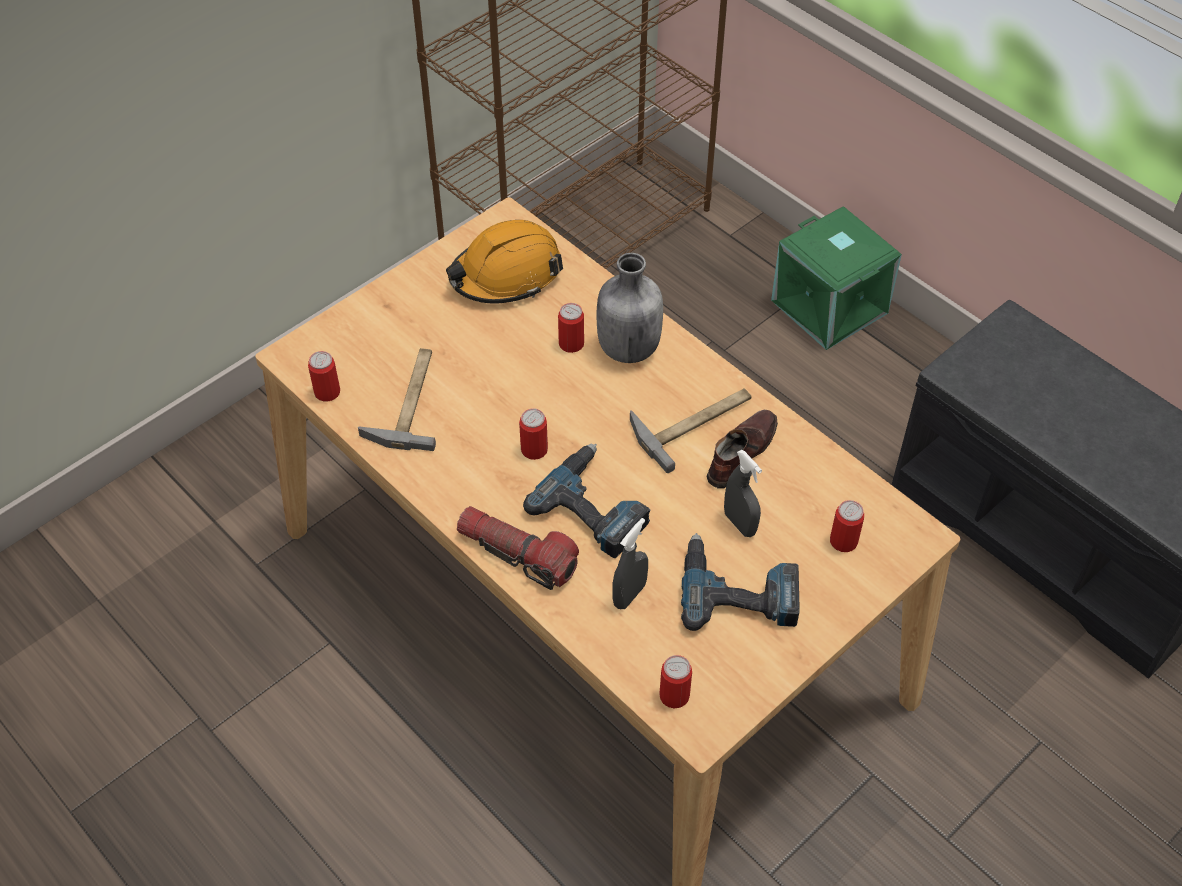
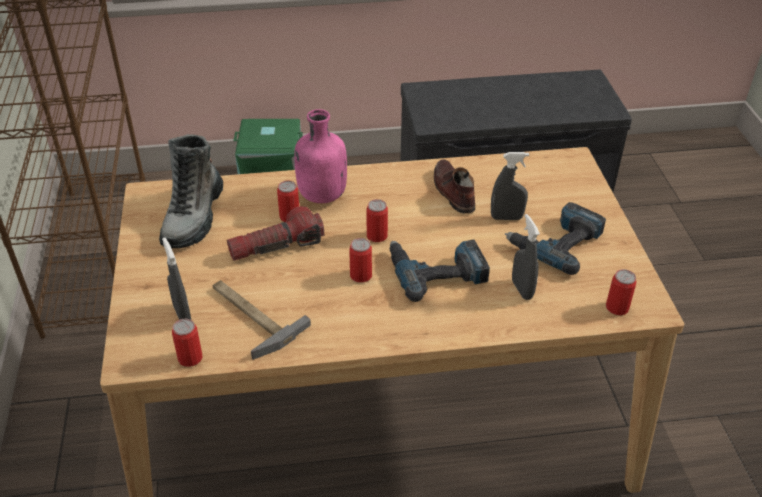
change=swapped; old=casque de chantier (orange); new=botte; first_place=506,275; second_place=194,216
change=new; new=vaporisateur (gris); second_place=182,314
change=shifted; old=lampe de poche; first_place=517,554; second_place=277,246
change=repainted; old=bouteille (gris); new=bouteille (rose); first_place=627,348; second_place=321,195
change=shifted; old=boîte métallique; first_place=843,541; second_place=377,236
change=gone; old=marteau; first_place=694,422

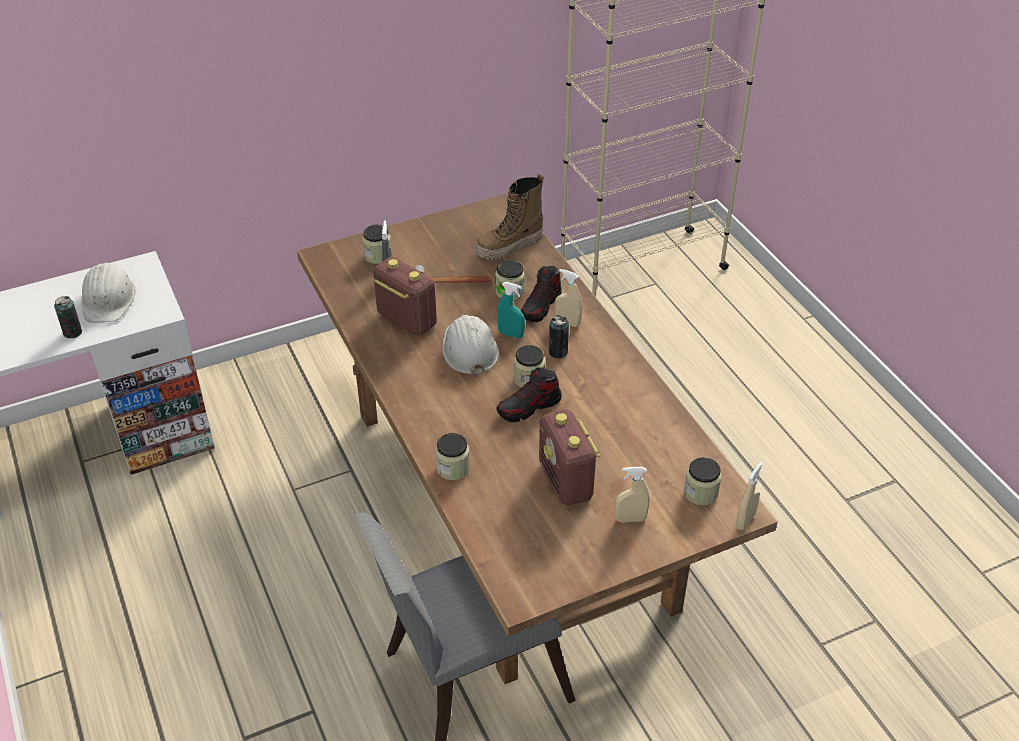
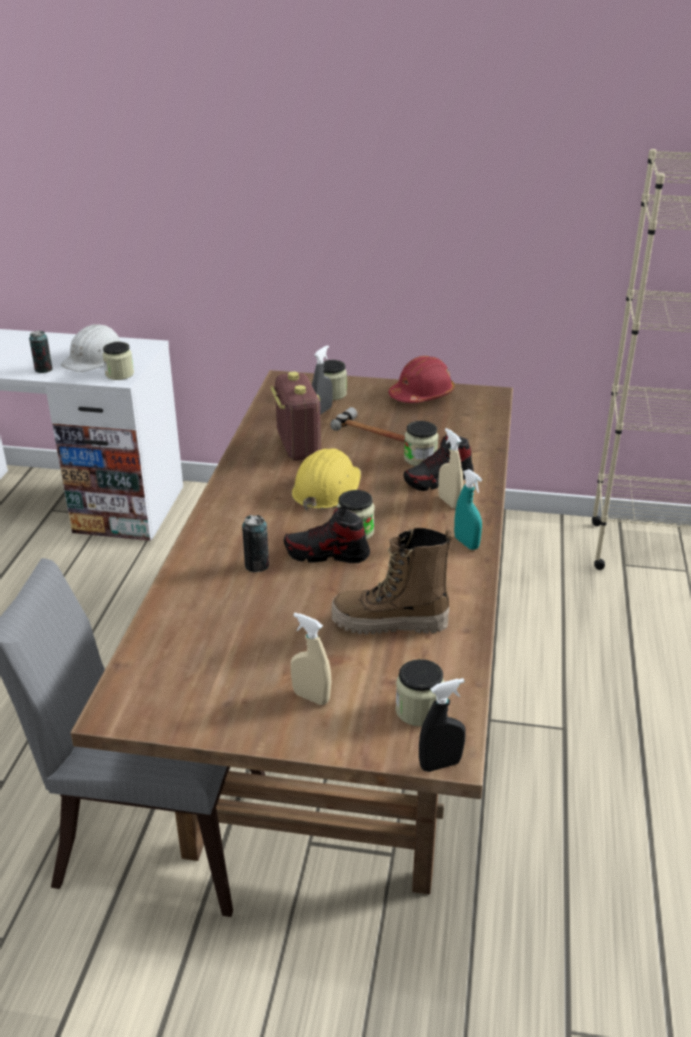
change=shifted; old=bocal; first_place=453,468; second_place=119,374
change=shifted; old=boîte métallique; first_place=558,352; second_place=257,565
change=repainted; old=casque de chantier (blanc); new=casque de chantier (jaune); first_place=469,350; second_place=326,488
change=shifted; old=botte; first_place=509,247; second_place=389,624
change=new; new=casque de chantier (rouge); second_place=422,395
change=repainted; old=vaporisateur (beige); new=vaporisateur (noir); first_place=745,521; second_place=440,764
change=shifted; old=vaporisateur (turquoise); first_place=510,334; second_place=466,543
change=gone; old=radio; first_place=566,482

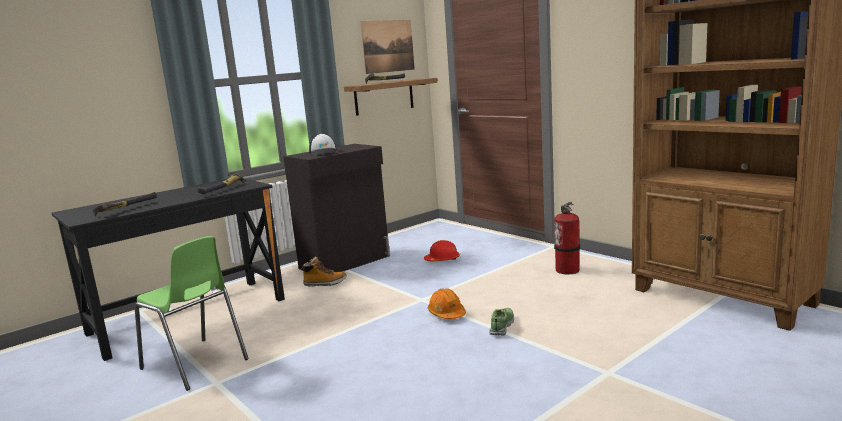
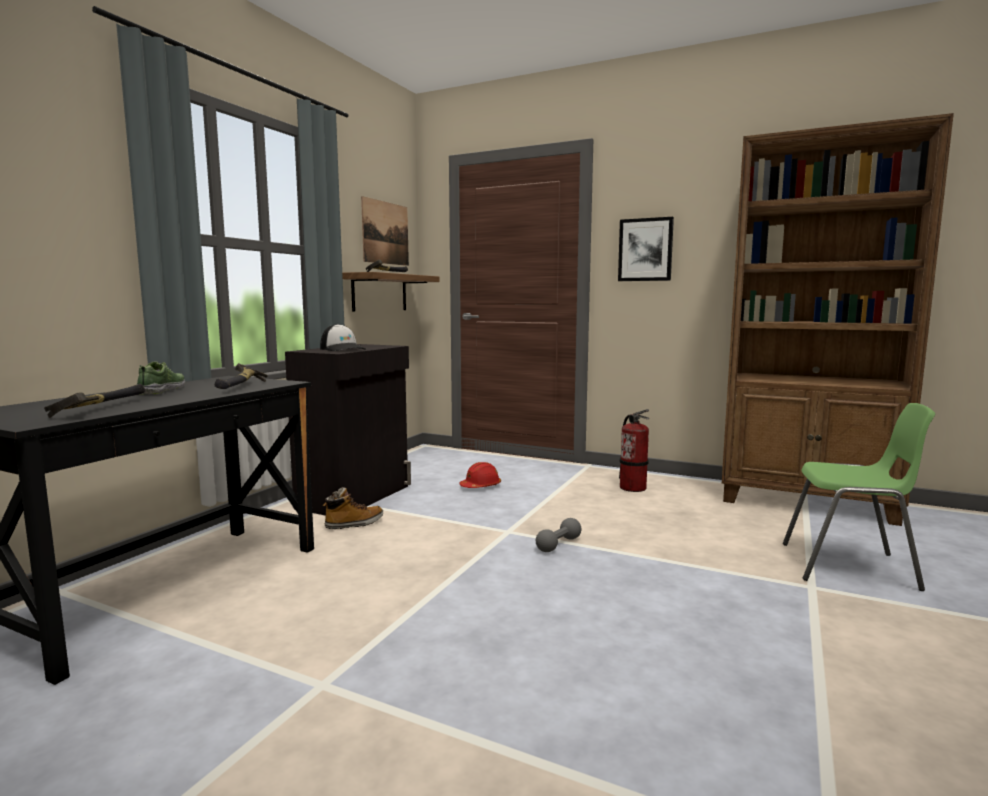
change=shifted; old=chaussure; first_place=502,326; second_place=162,390
change=swapped; old=casque de chantier (orange); new=haltère (gris); first_place=446,314; second_place=558,544
change=new; new=tableau; second_place=645,250
change=shifted; old=chaise (vert); first_place=195,364; second_place=849,567

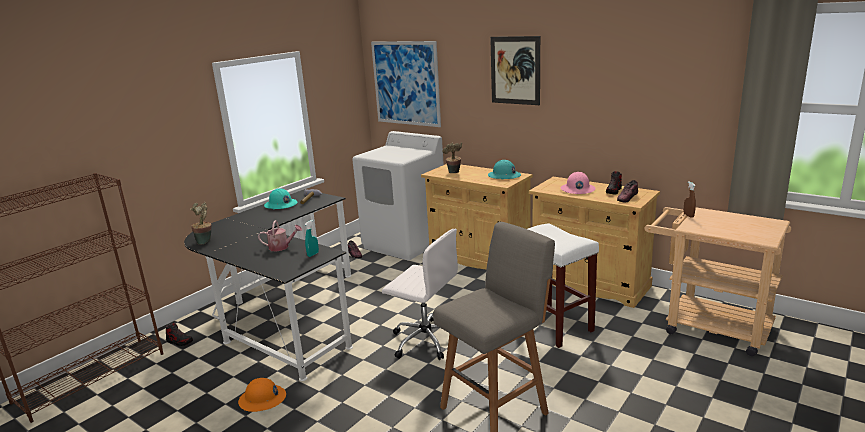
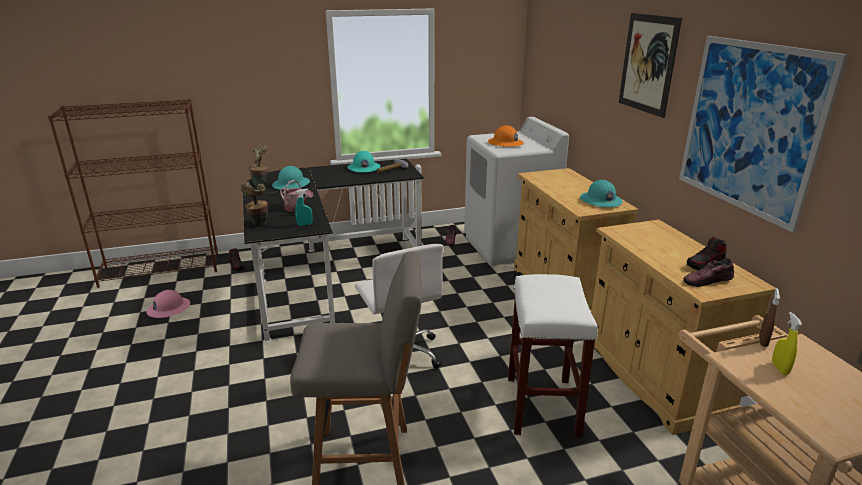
change=shifted; old=casque de chantier (rose); first_place=577,189; second_place=168,308
change=shifted; old=plante en pot; first_place=454,173; second_place=258,224
change=new; new=casque de chantier (turquoise); second_place=291,184
change=shifted; old=casque de chantier (orange); first_place=262,399; second_place=505,143
change=shifted; old=tableau; first_place=406,83; second_place=749,128
change=new; new=vaporisateur (jaune); second_place=779,368

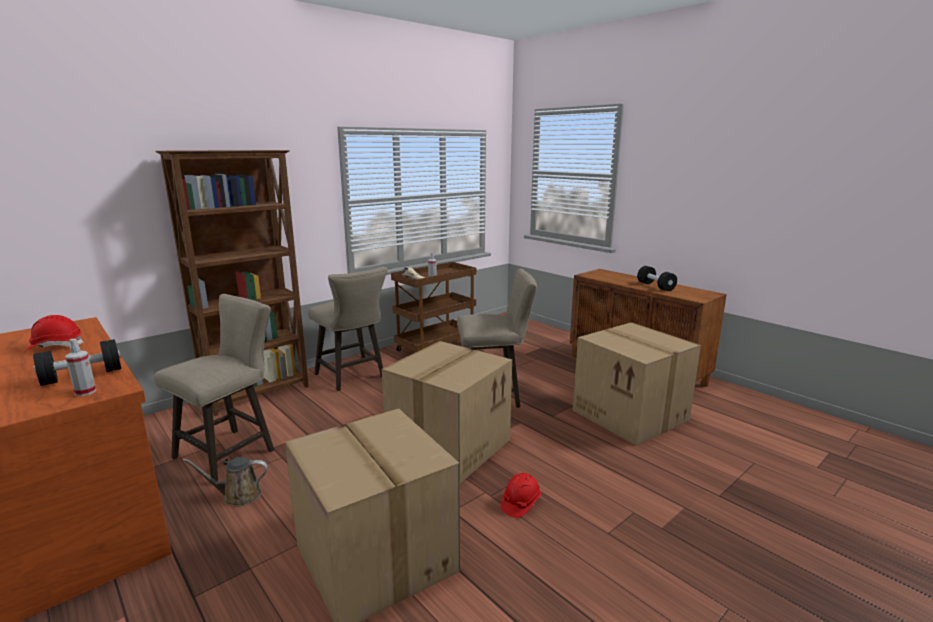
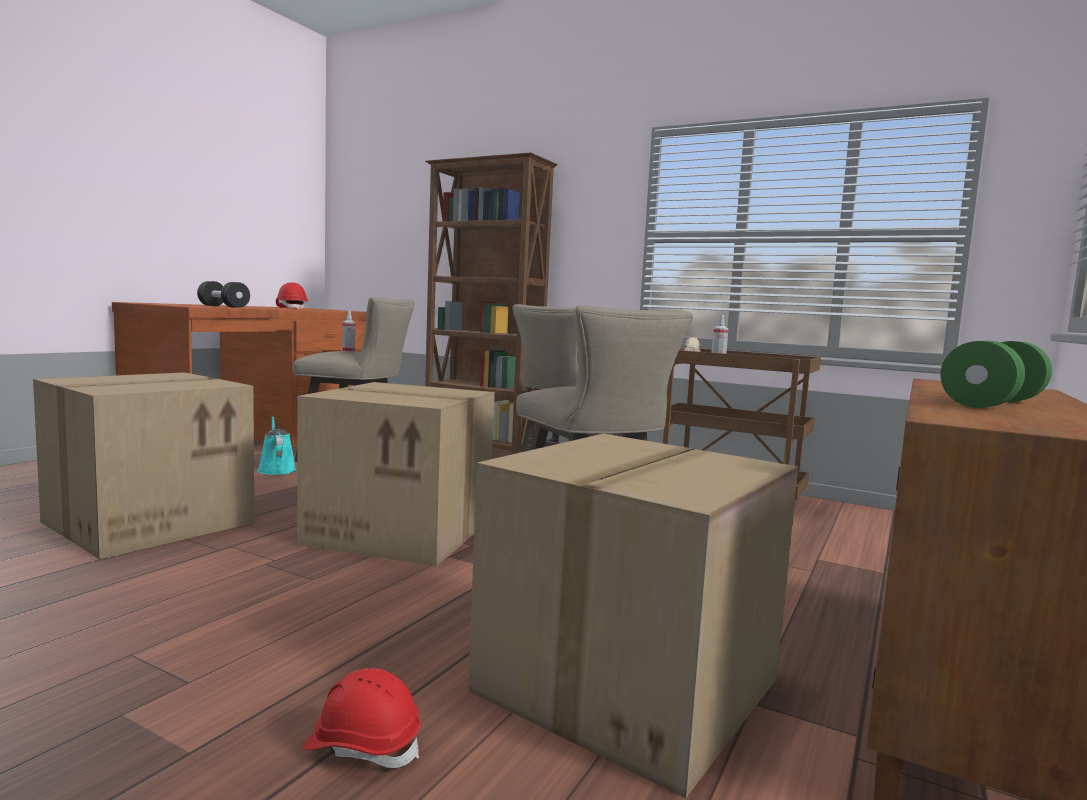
change=repainted; old=arrosoir (marron); new=arrosoir (turquoise); first_place=238,495; second_place=276,469
change=shifted; old=casque de chantier (rouge); first_place=520,503; second_place=363,746
change=shifted; old=vaporisateur; first_place=85,392; second_place=348,352
change=repainted; old=haltère (noir); new=haltère (vert); first_place=655,286; second_place=993,404

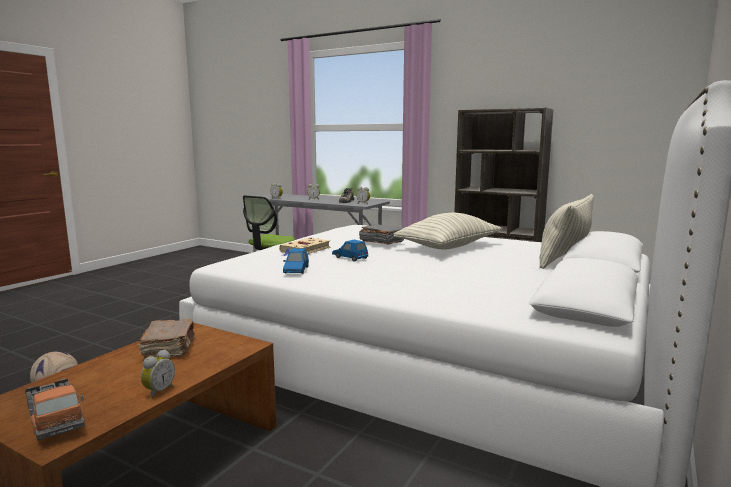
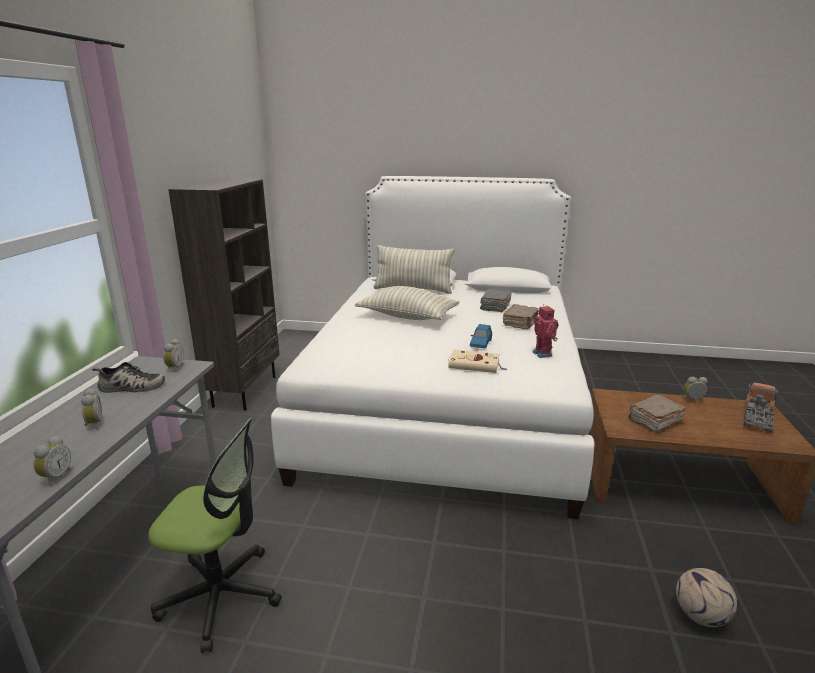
change=shifted; old=livre (gris); first_place=381,242; second_place=495,307
change=new; new=livre (marron); second_place=520,323
change=swapped; old=petite voiture (bleu); new=robot jouet; first_place=296,270; second_place=543,354

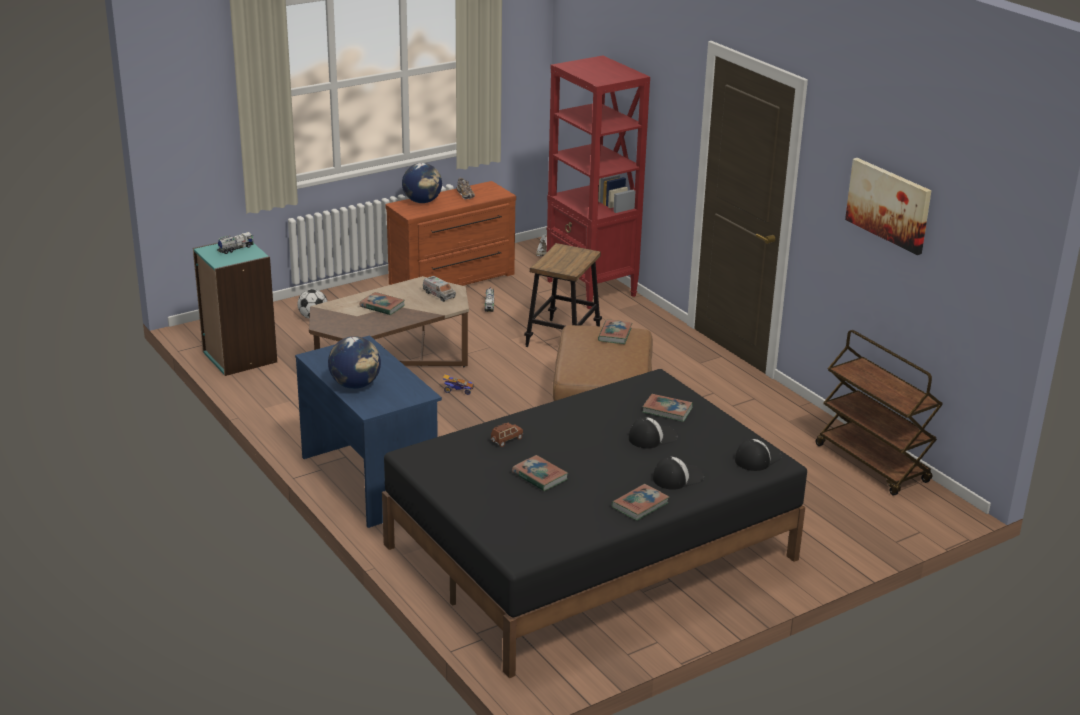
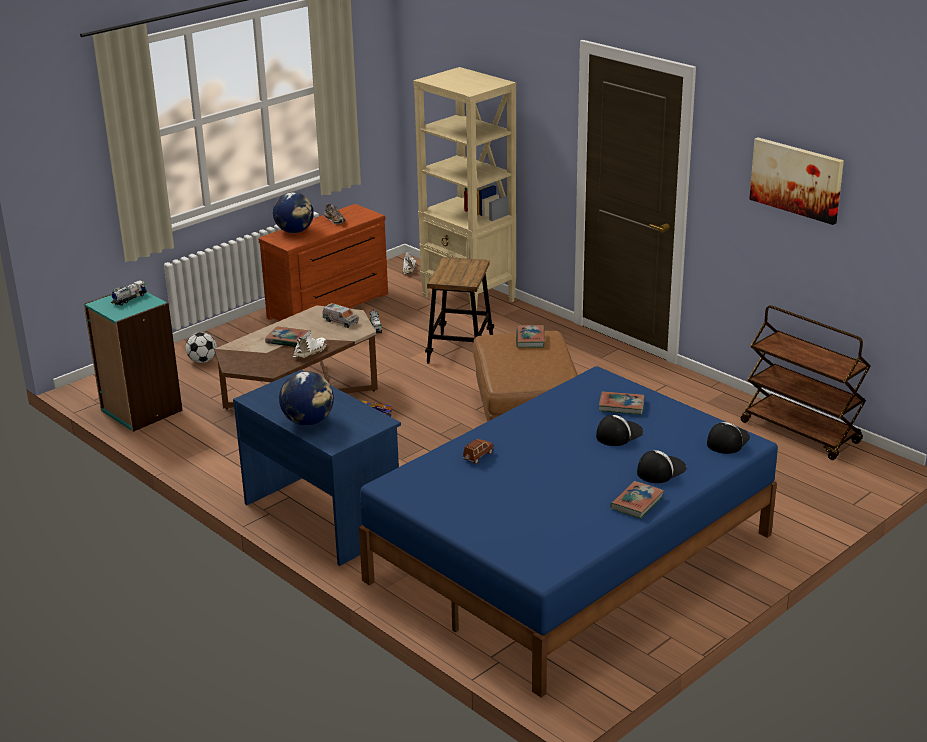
change=new; new=chaussure (blanc); second_place=311,352
change=repainted; old=lit (noir); new=lit (bleu); first_place=590,551; second_place=570,556
change=repainted; old=bibliothèque (rouge); new=bibliothèque (beige); first_place=591,289; second_place=469,299
change=gone; old=livre; first_place=539,476

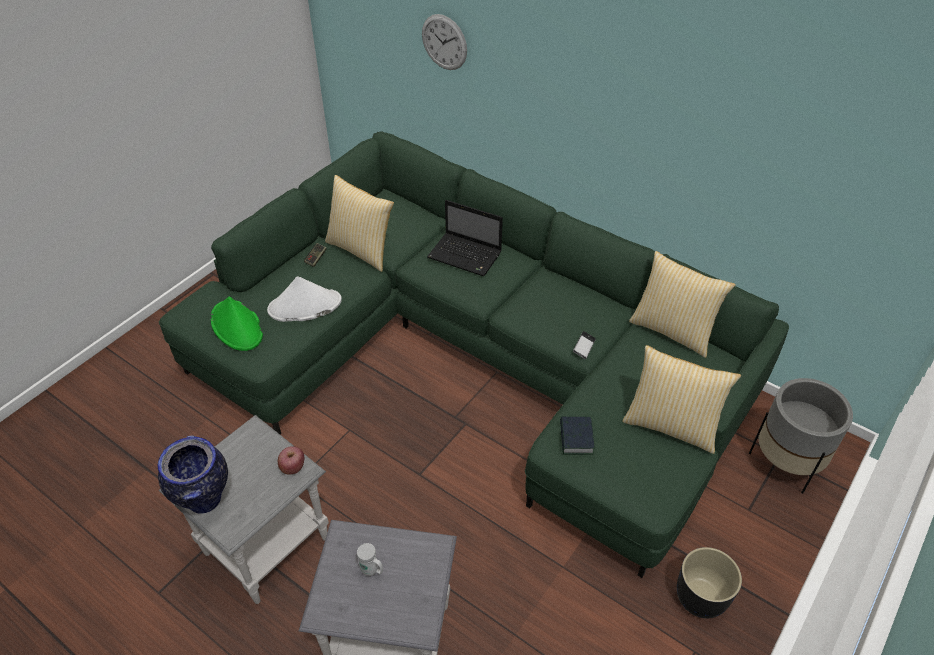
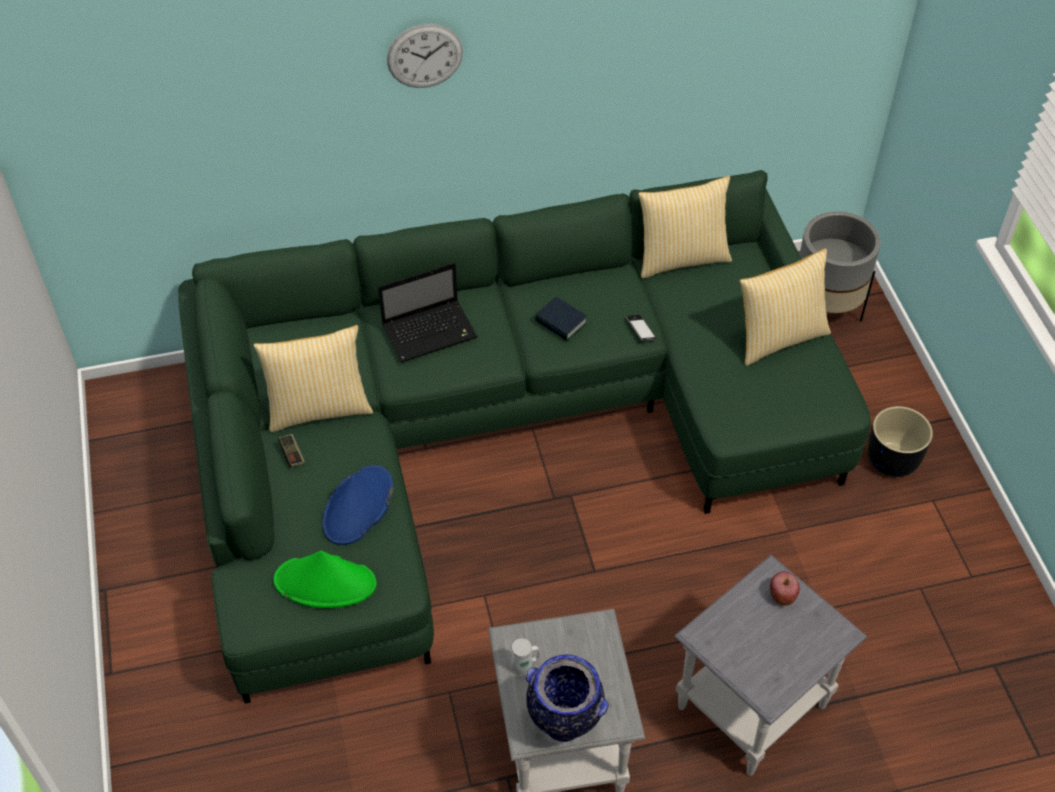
change=repainted; old=chapeau (blanc); new=chapeau (bleu); first_place=304,306; second_place=358,506
change=shifted; old=horloge murale; first_place=444,42; second_place=424,56
change=shifted; old=mug (blanc); first_place=372,571; second_place=525,665
change=shifted; old=livre; first_place=576,438; second_place=561,322
change=shifted; old=pomme; first_place=293,467; second_place=782,596

